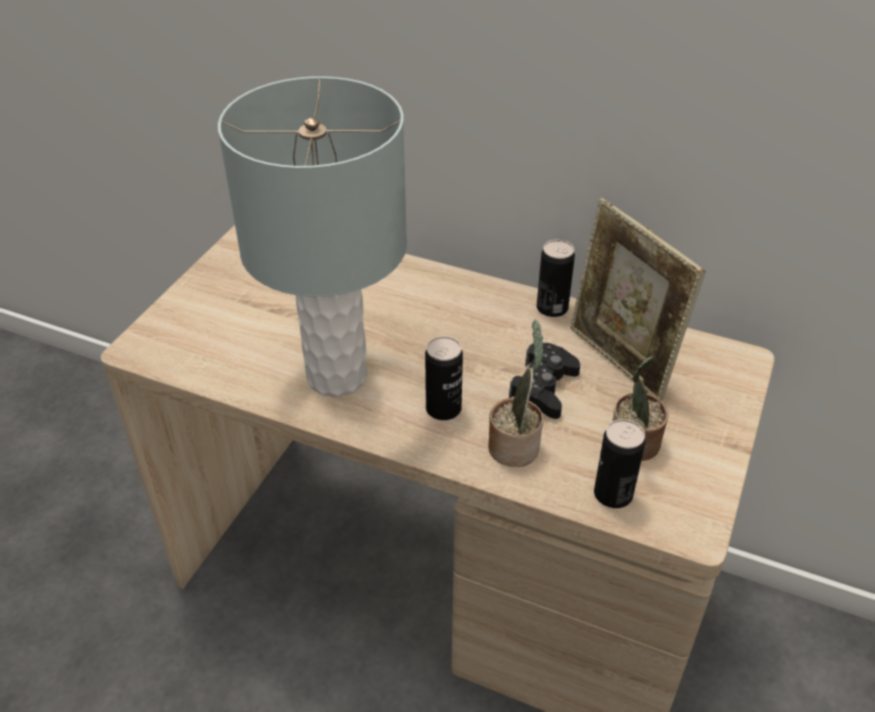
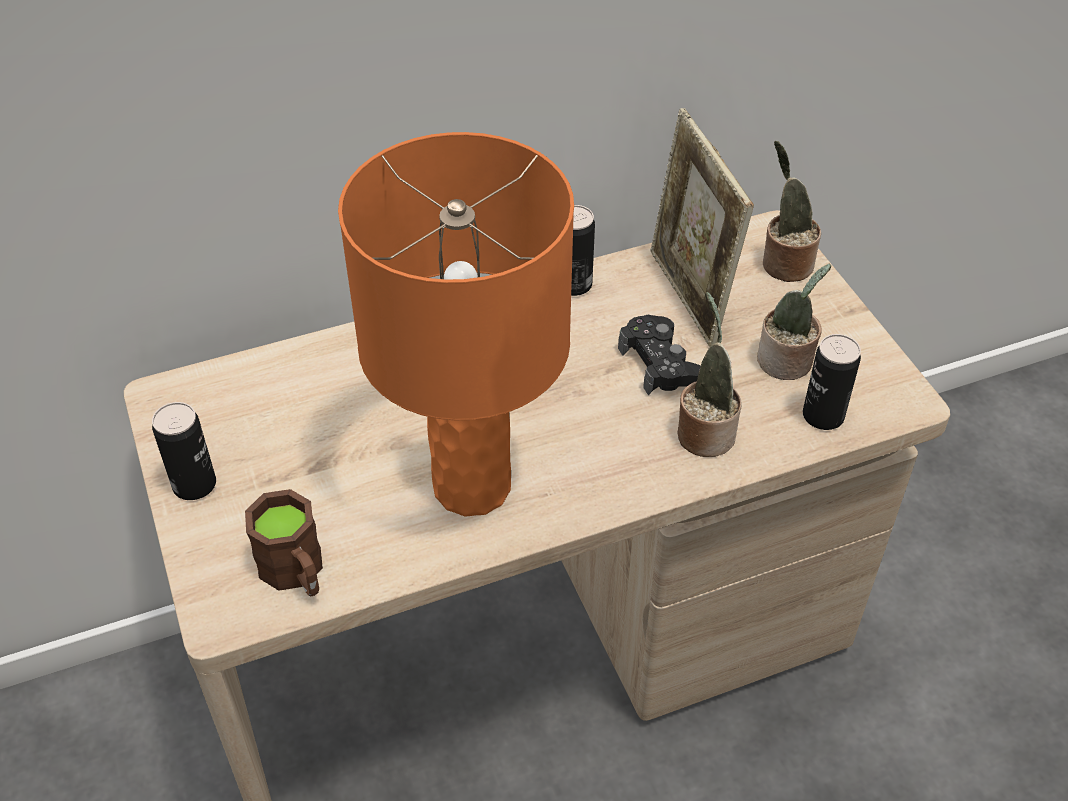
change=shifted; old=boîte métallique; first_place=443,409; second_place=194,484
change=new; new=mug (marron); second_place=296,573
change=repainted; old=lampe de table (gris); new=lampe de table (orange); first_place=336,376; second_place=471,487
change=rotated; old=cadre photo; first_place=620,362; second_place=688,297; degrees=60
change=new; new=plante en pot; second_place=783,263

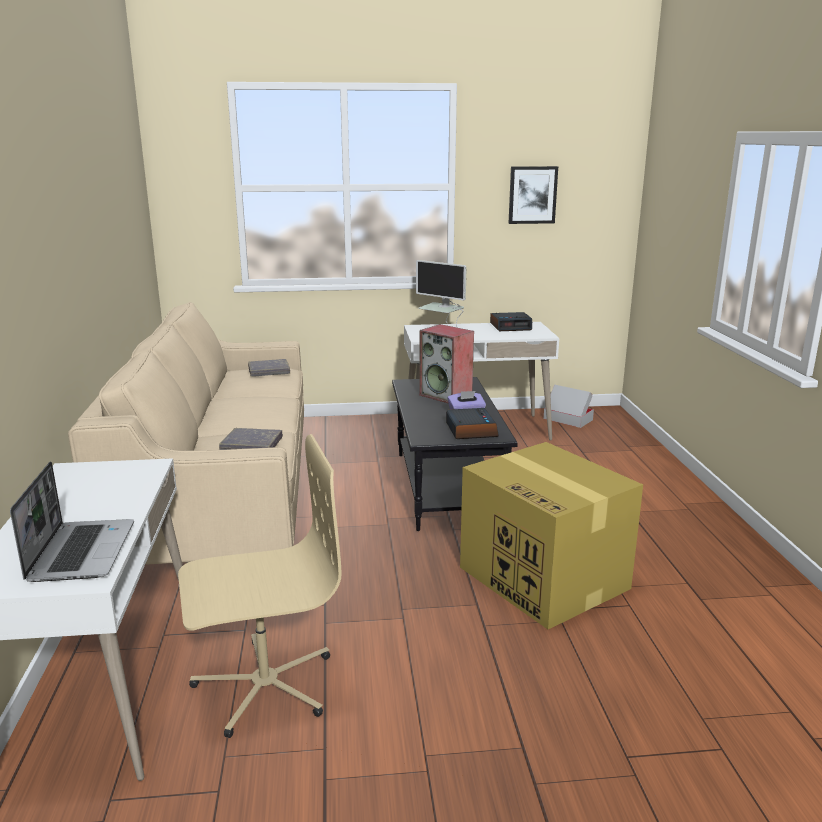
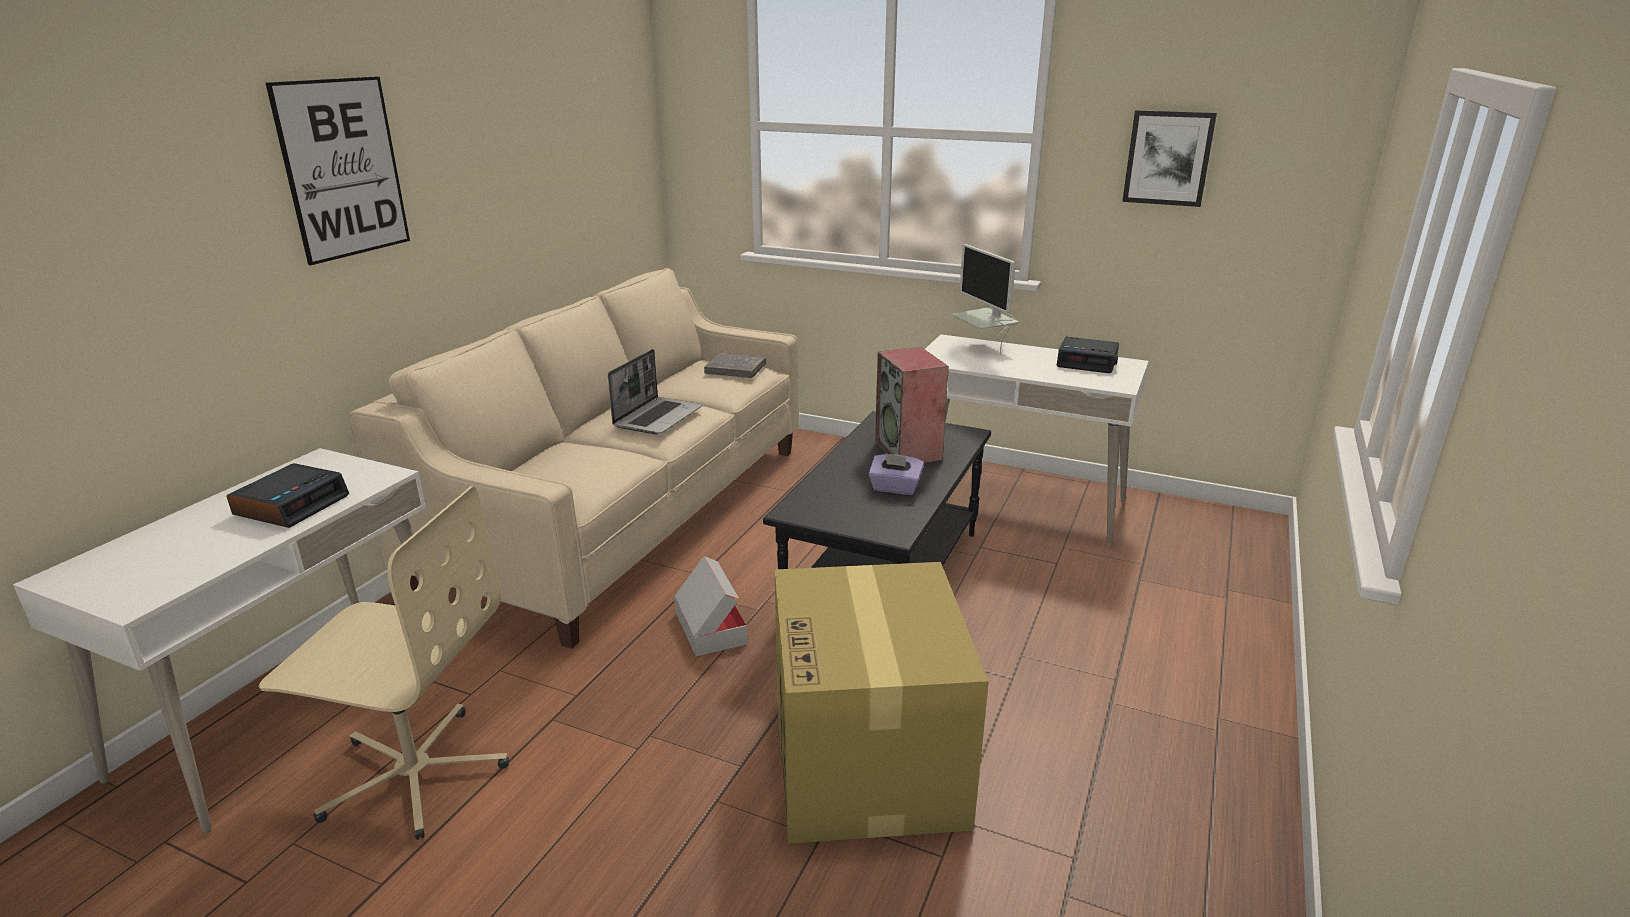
change=shifted; old=réveil; first_place=470,430; second_place=292,505
change=new; new=tableau; second_place=343,169
change=shifted; old=ordinateur portable; first_place=81,551; second_place=658,417
change=shifted; old=carton; first_place=567,419; second_place=710,628
change=gone; old=livre (gris); first_place=251,445

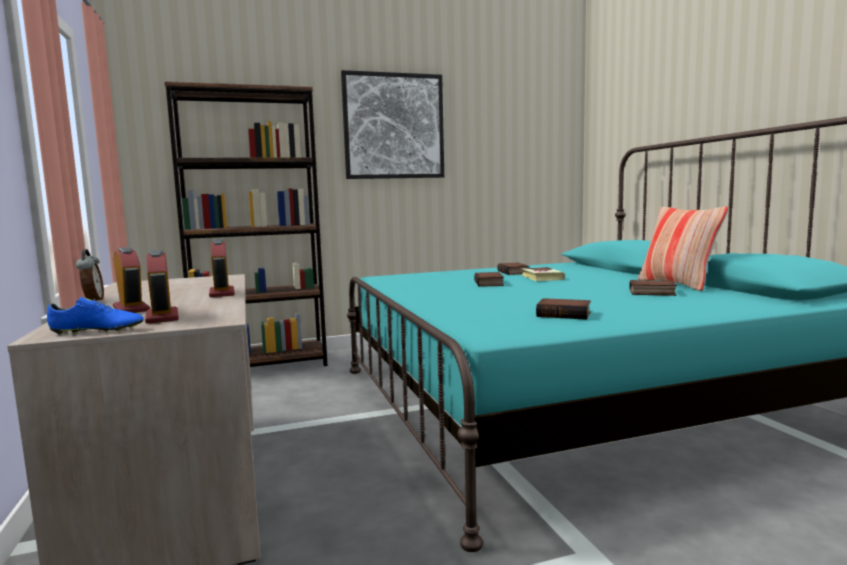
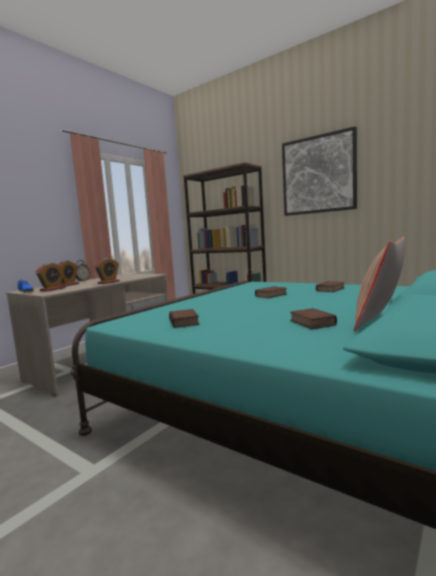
change=gone; old=livre; first_place=541,277

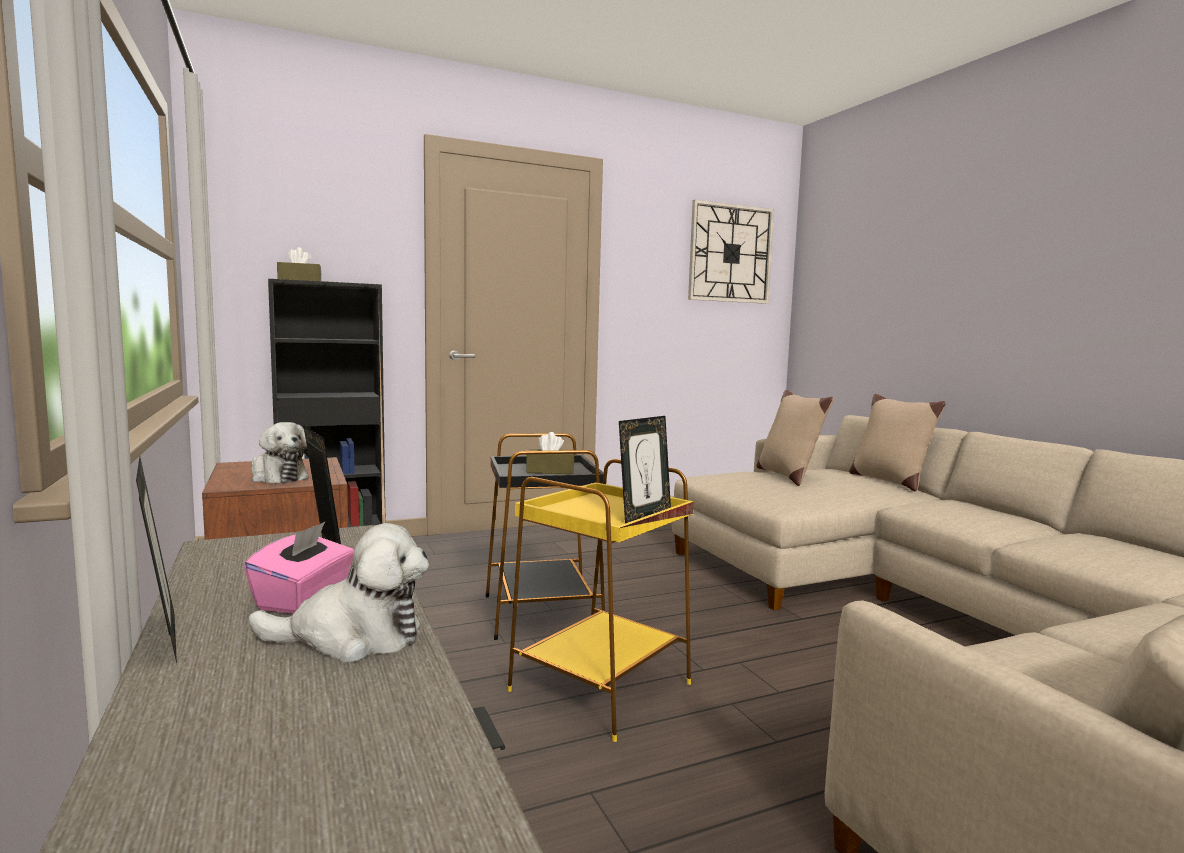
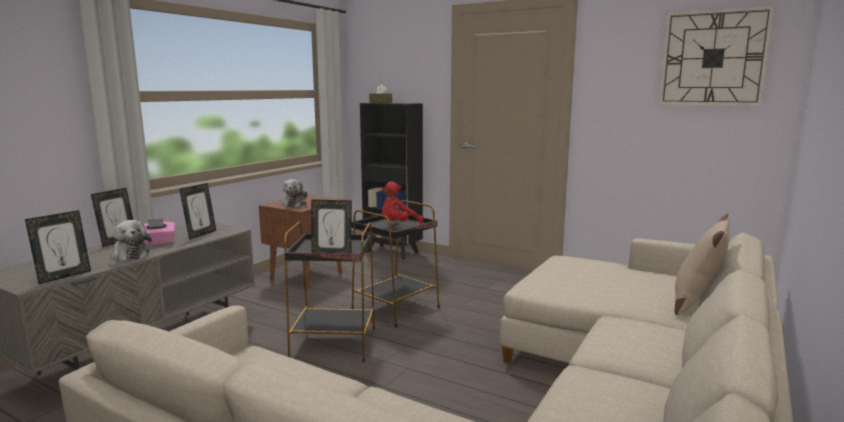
change=new; new=cadre photo; second_place=64,276
change=repainted; old=table d'appoint (jaune); new=table d'appoint (noir); first_place=602,686; second_place=334,343
change=swapped; old=boîte à mouchoirs (marron); new=peluche (rouge); first_place=550,471; second_place=398,225
change=gone; old=coussin (beige); first_place=788,476

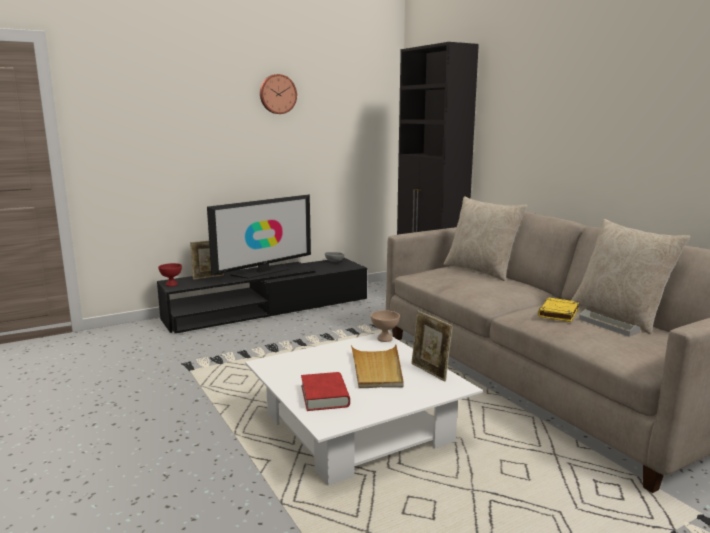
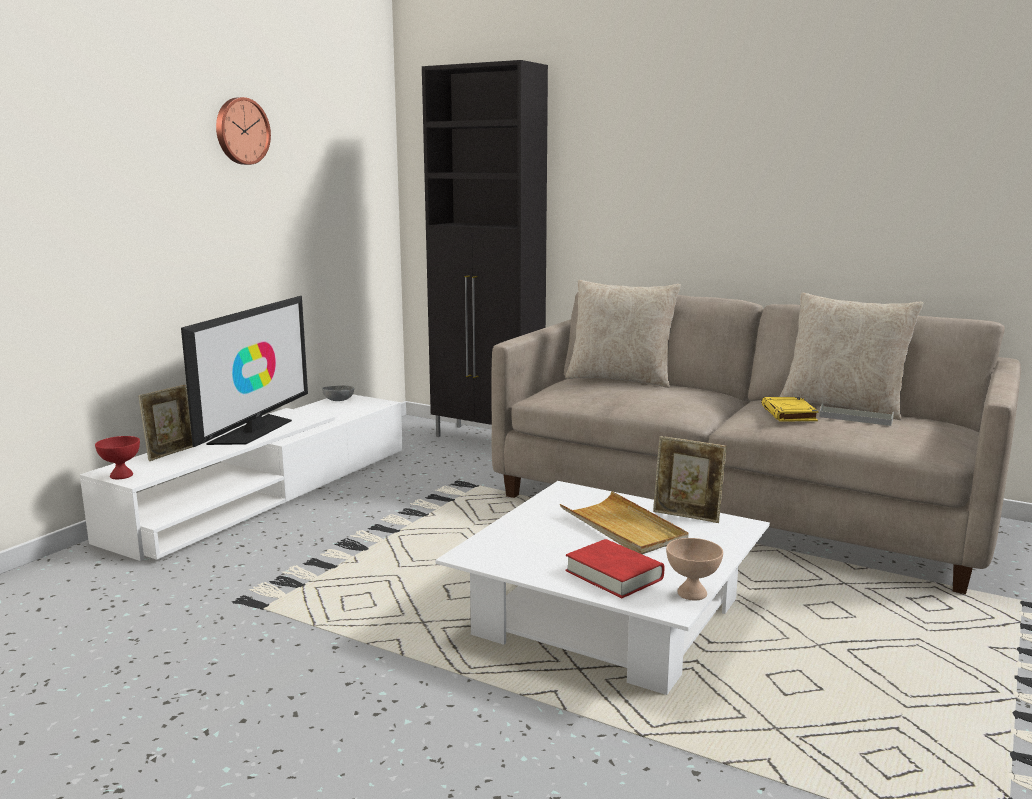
change=repainted; old=meuble télé (noir); new=meuble télé (blanc); first_place=268,309; second_place=267,492
change=shifted; old=bol (beige); first_place=384,339; second_place=691,594

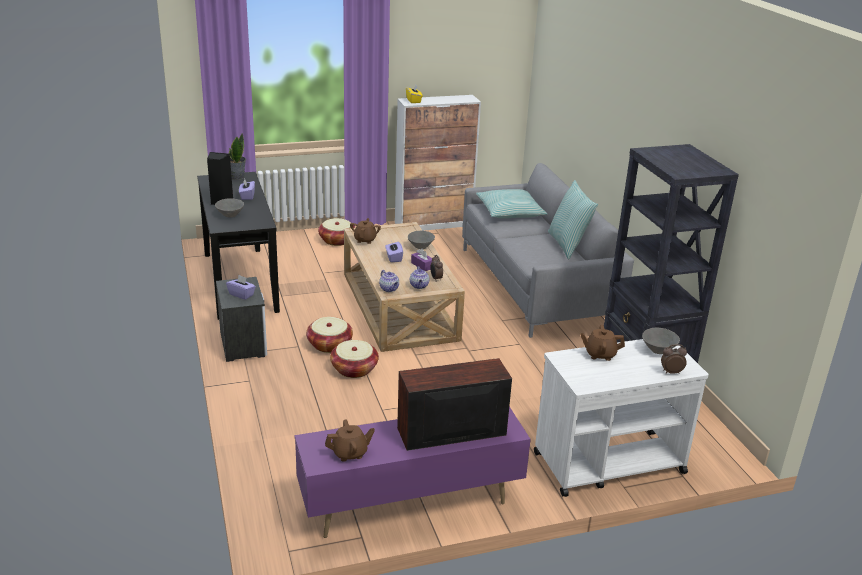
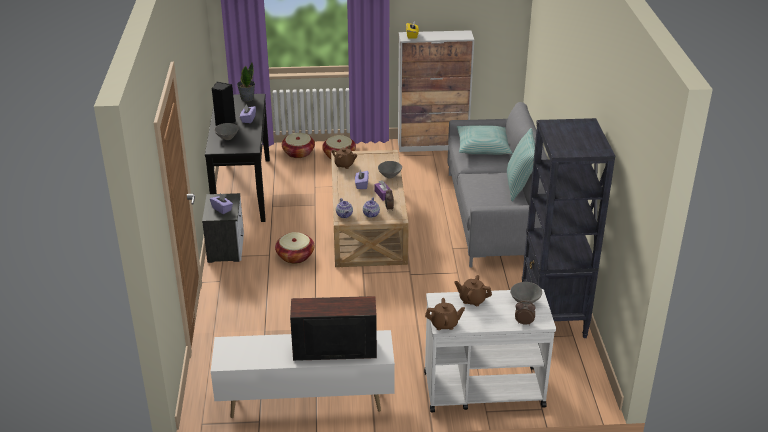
change=repainted; old=meuble télé (violet); new=meuble télé (blanc); first_place=409,505; second_place=305,401
change=shifted; old=panier; first_place=354,369; second_place=298,153
change=shifted; old=théière (marron); first_place=350,453; second_place=444,324

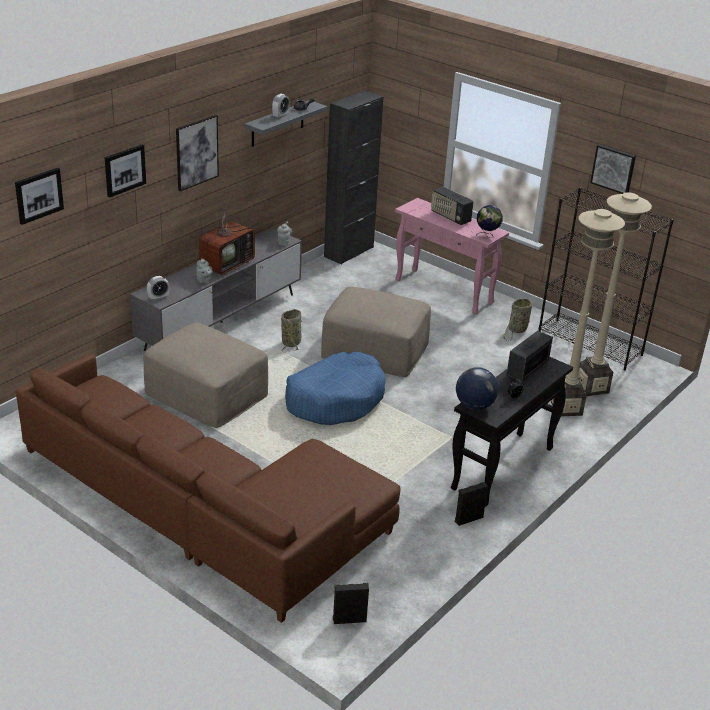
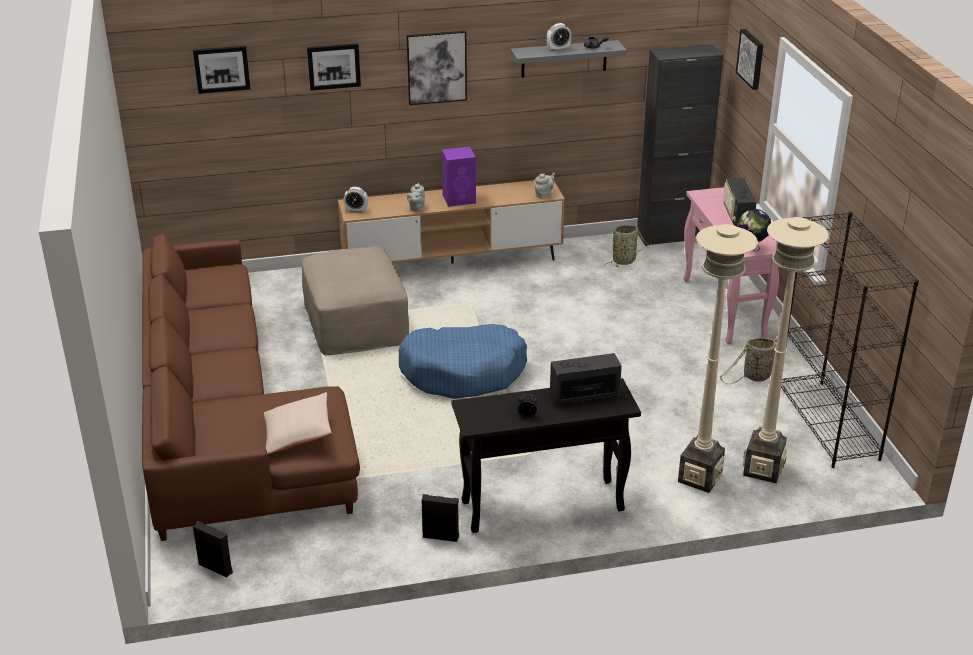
change=new; new=coussin (beige); second_place=298,434
change=repainted; old=meuble télé (gris); new=meuble télé (marron); first_place=221,322; second_place=452,263
change=swapped; old=téléviseur; new=enceinte (violet); first_place=227,263; second_place=460,199
change=shifted; old=panier; first_place=292,342; second_place=625,260
change=shifted; old=tableau; first_place=613,168; second_place=751,59
change=gone; old=pouf (beige); first_place=374,349
change=gone; old=globe; first_place=474,405

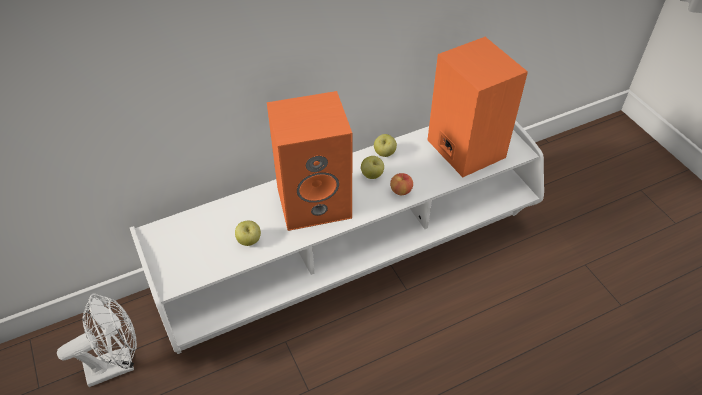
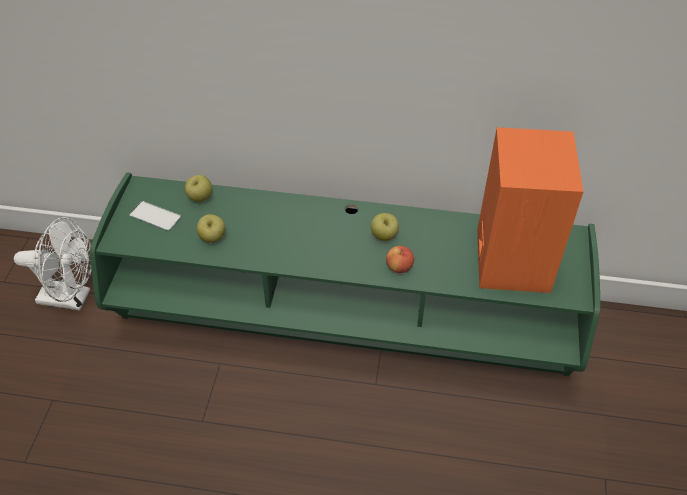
change=repainted; old=meuble télé (blanc); new=meuble télé (vert); first_place=351,261; second_place=344,324
change=new; new=téléphone; second_place=155,216
change=shifted; old=pomme; first_place=384,153; second_place=200,198
change=gone; old=enceinte (orange); first_place=315,201

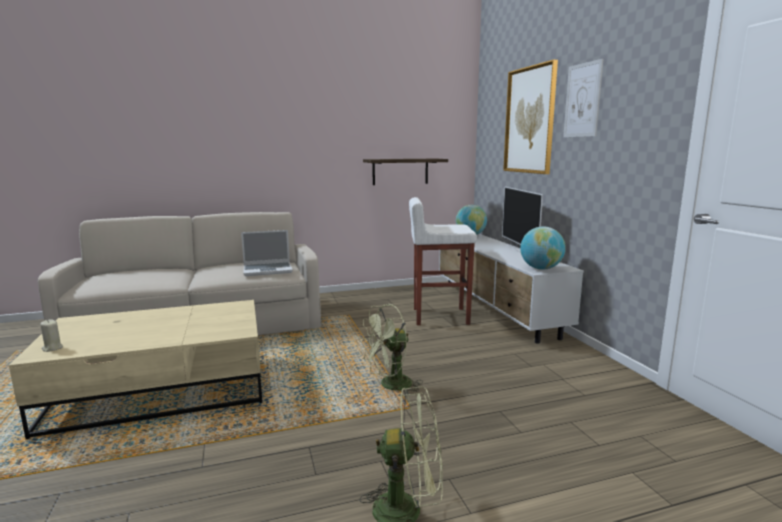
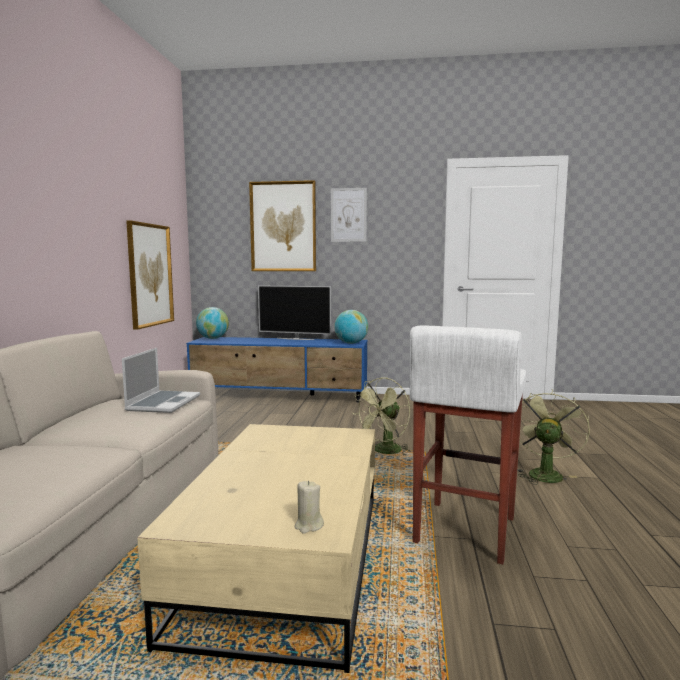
change=swapped; old=étagère; new=tableau; first_place=400,171; second_place=150,275
change=repainted; old=meuble télé (blanc); new=meuble télé (bleu); first_place=496,308; second_place=280,396
change=rotated; old=ventilateur (vert); first_place=390,386; second_place=384,452; degrees=45
change=shifted; old=tabouret (blanc); first_place=439,316; second_place=463,530

